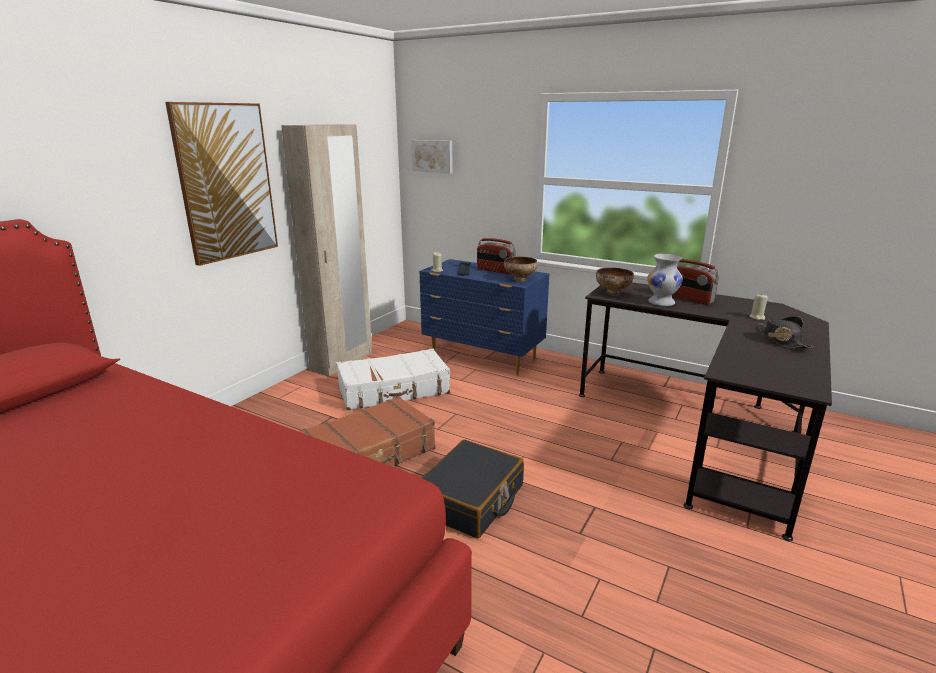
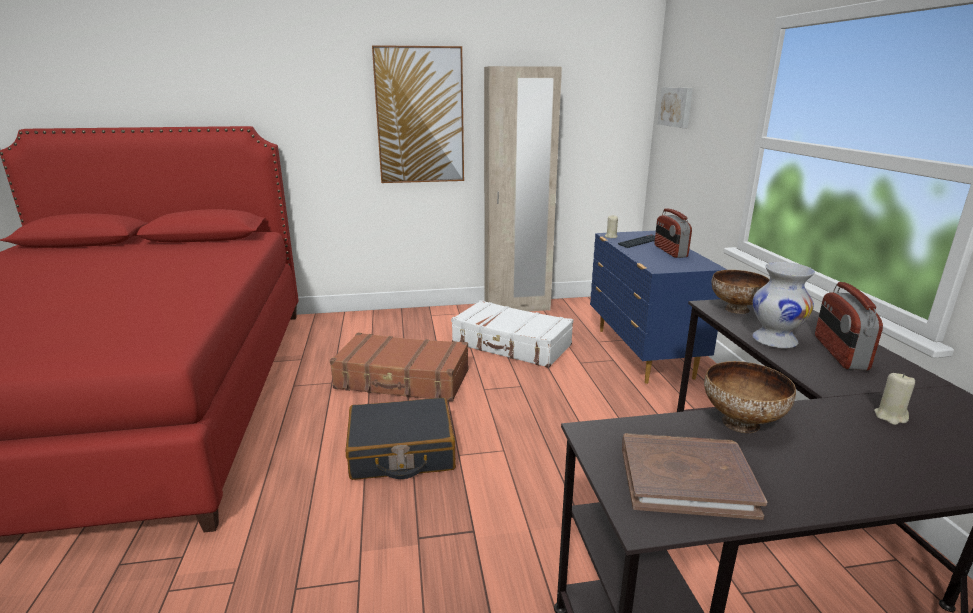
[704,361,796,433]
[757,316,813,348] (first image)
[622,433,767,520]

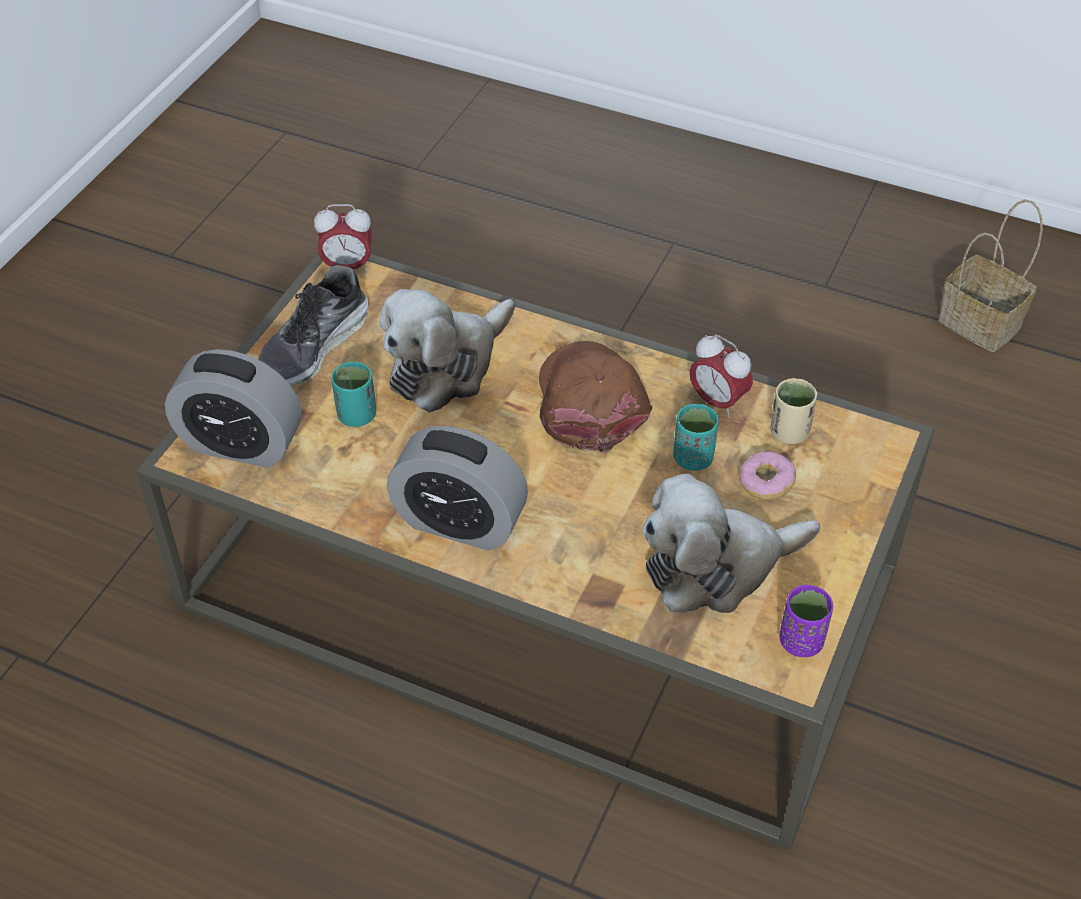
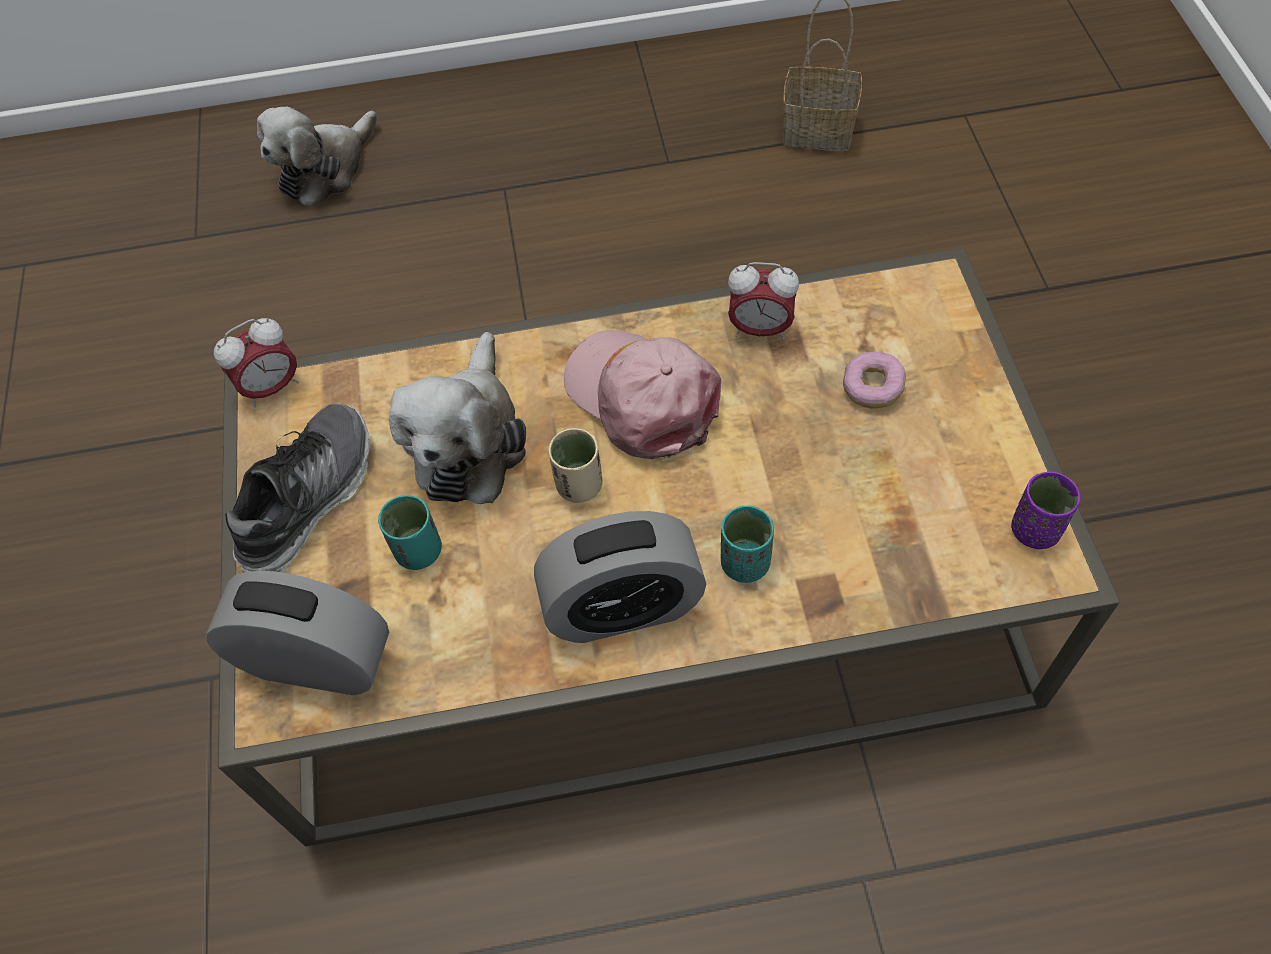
[206,571,389,695]
[225,404,370,572]
[564,330,721,459]
[257,107,377,207]
[721,506,774,583]
[548,428,603,503]

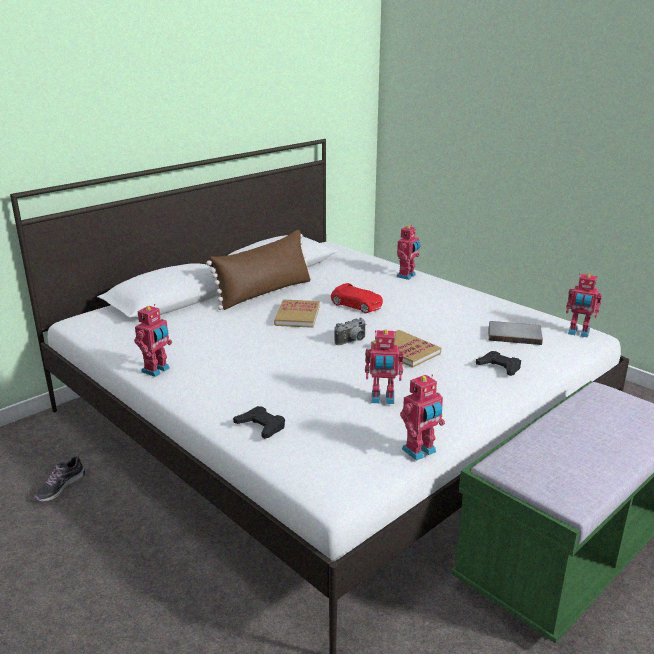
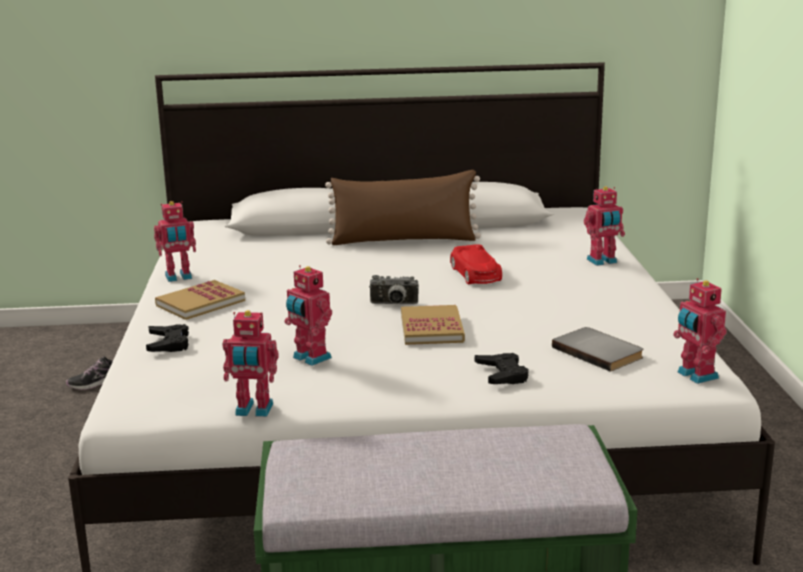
[155,280,245,320]

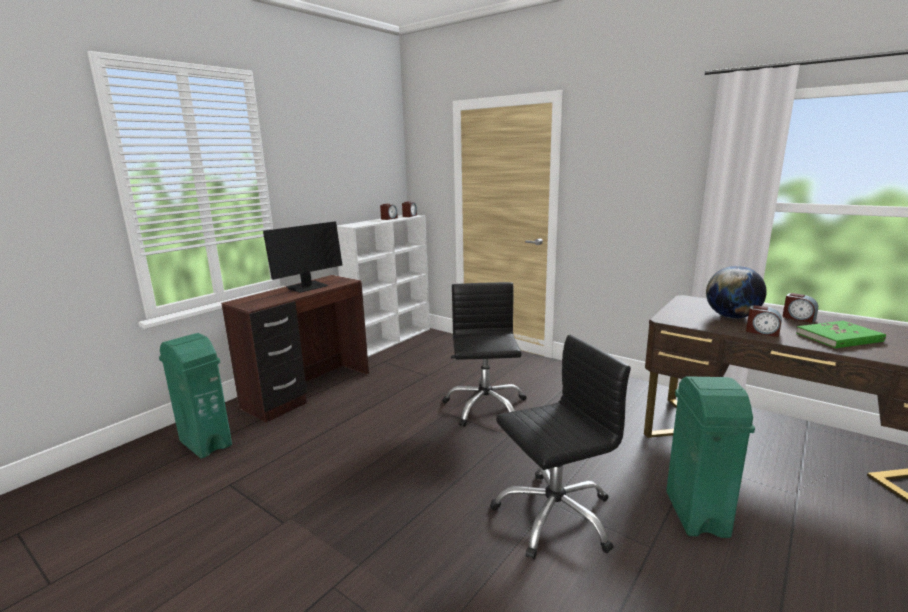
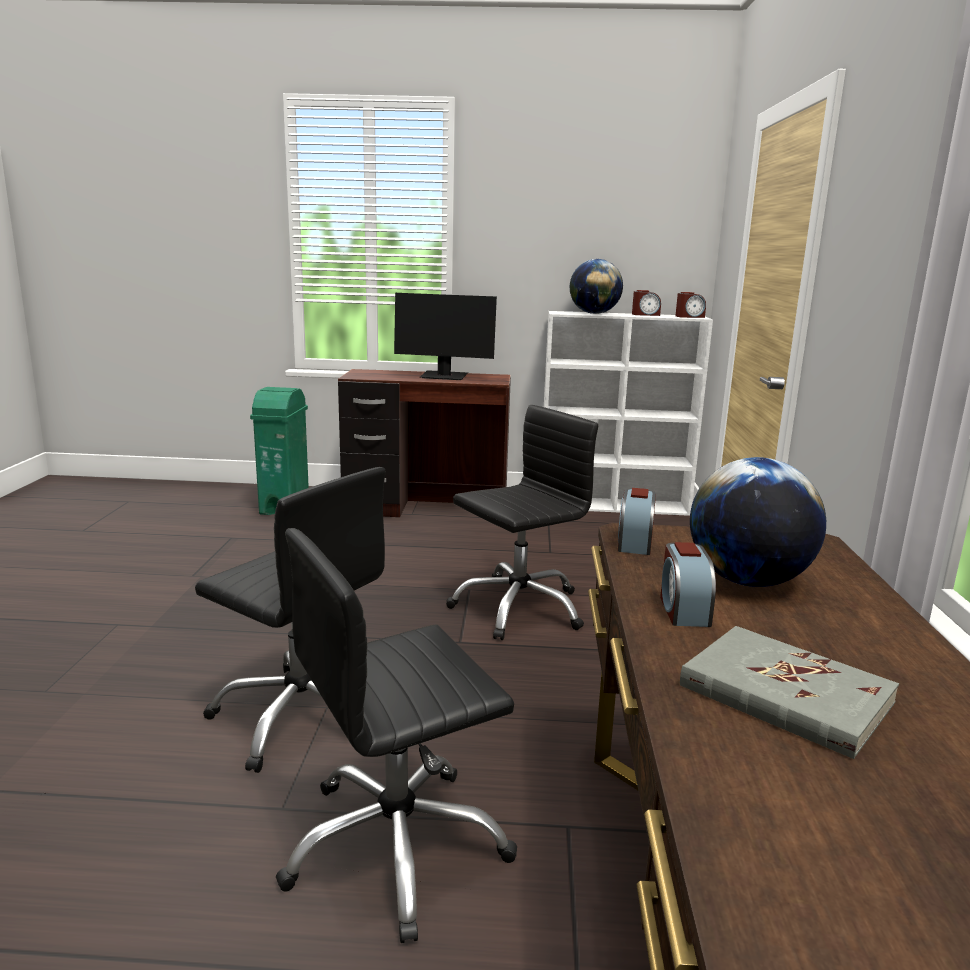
[276,528,517,943]
[618,488,656,555]
[680,626,899,759]
[570,259,623,314]

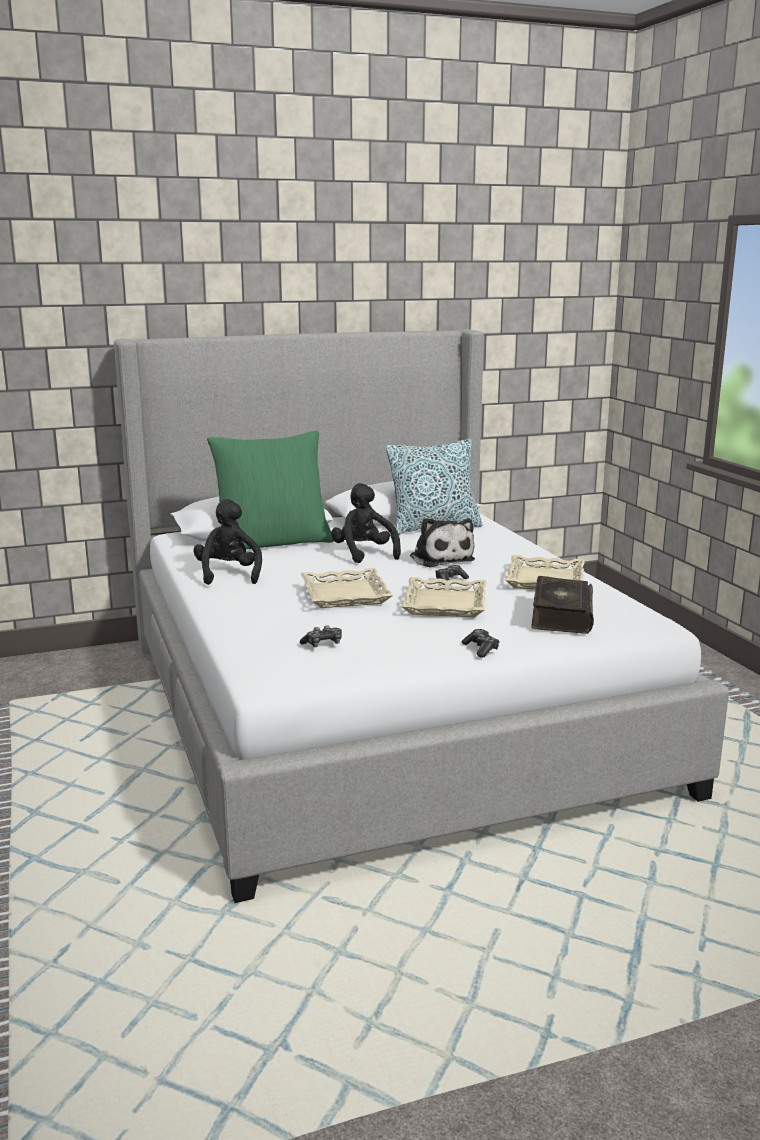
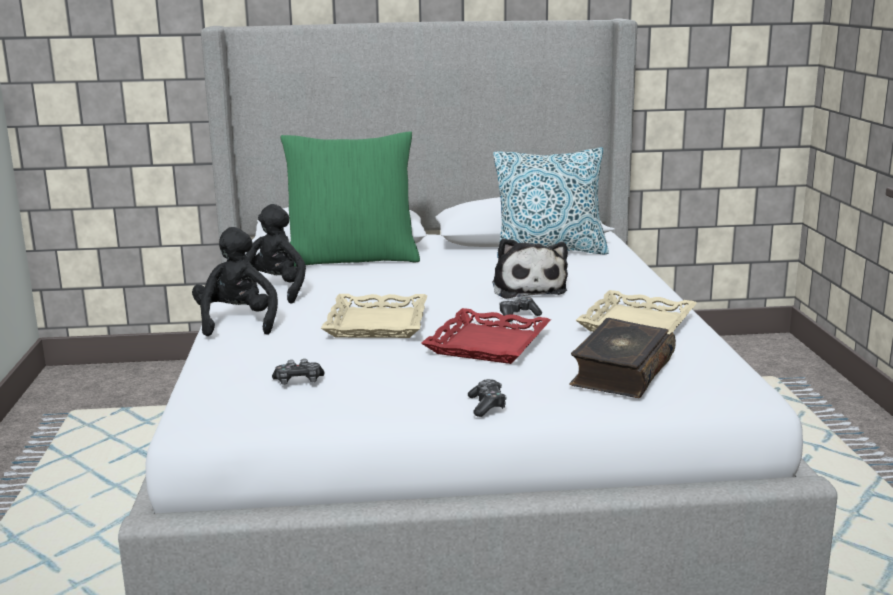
[192,227,278,336]
[421,308,551,364]

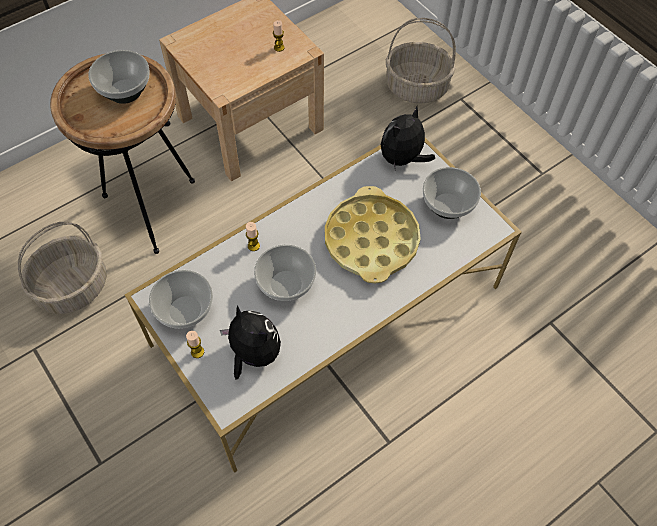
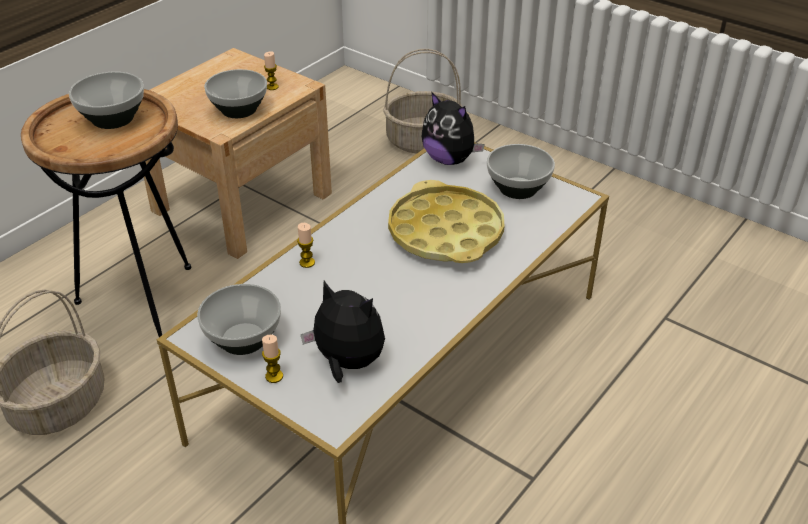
[204,69,267,118]
[422,93,485,165]

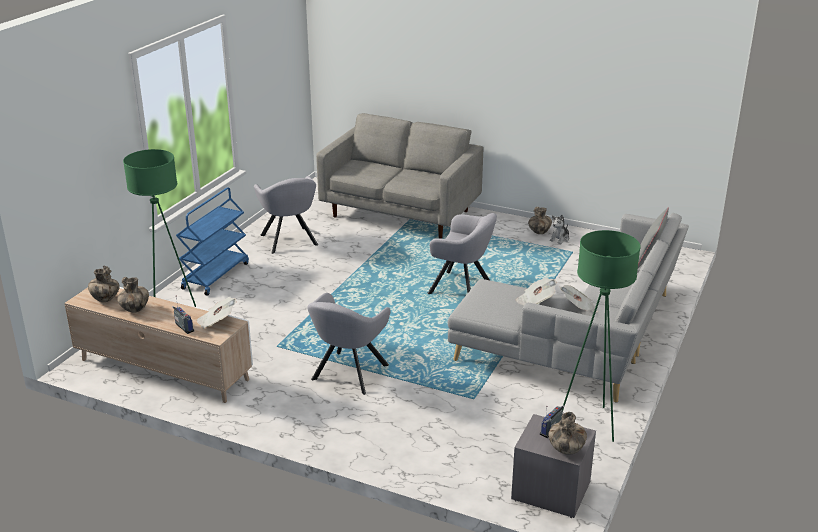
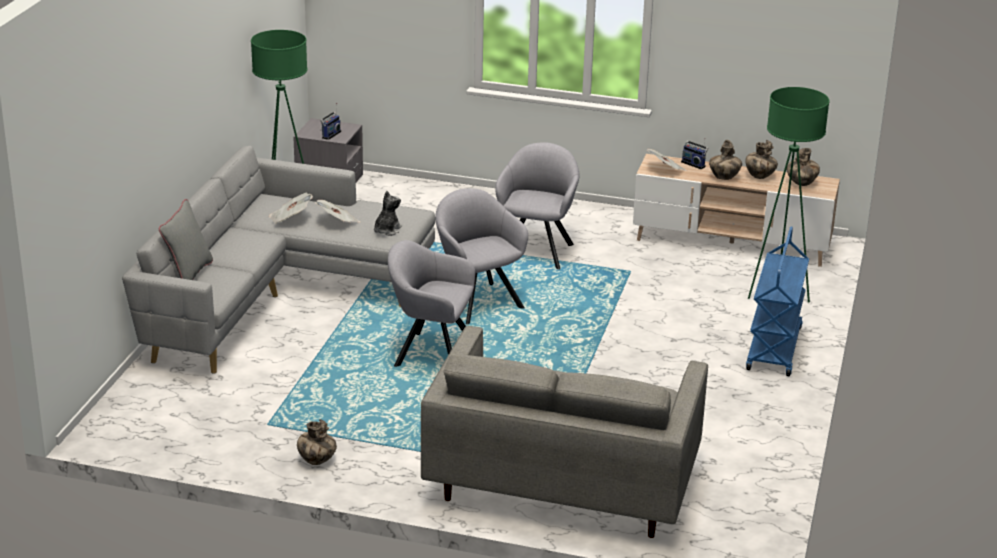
[435,188,528,325]
[709,140,742,180]
[374,191,402,236]

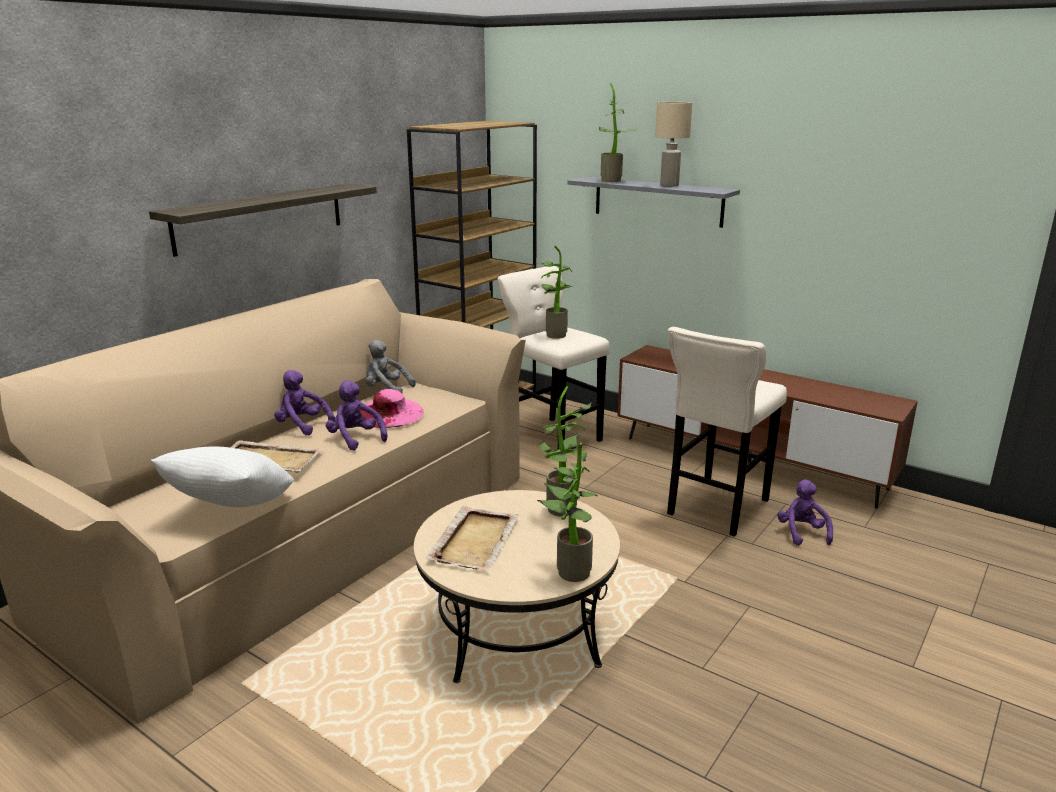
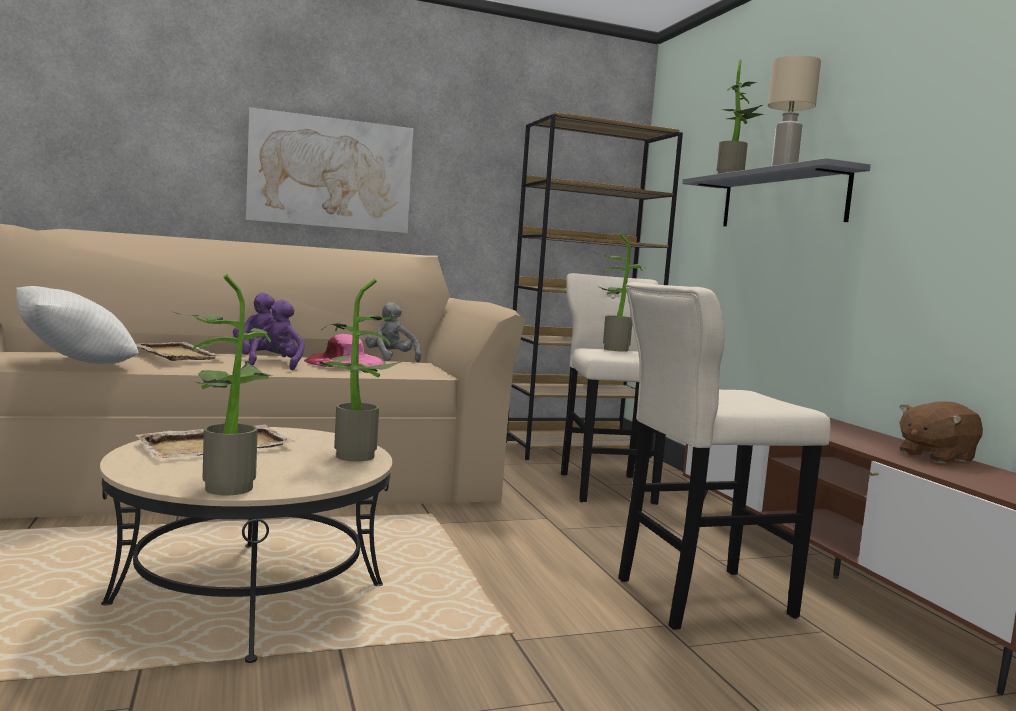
[246,107,414,233]
[777,479,833,546] (first image)
[899,402,983,463]

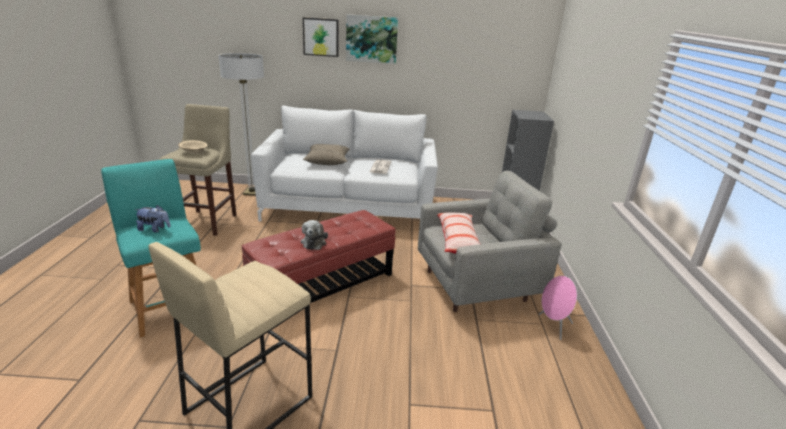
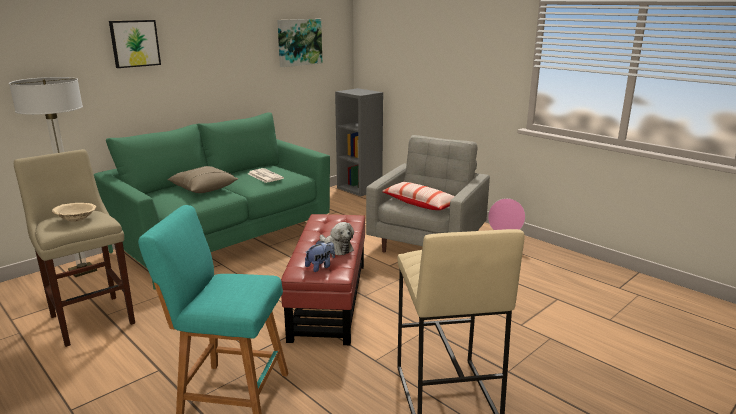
[305,240,335,272]
[94,112,330,290]
[277,19,322,67]

